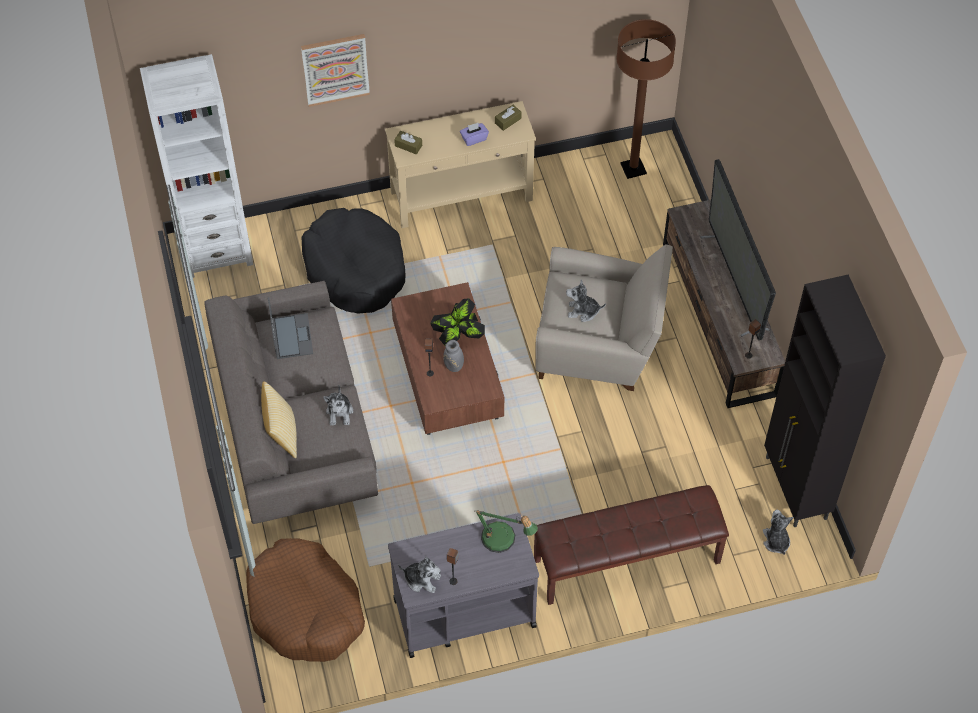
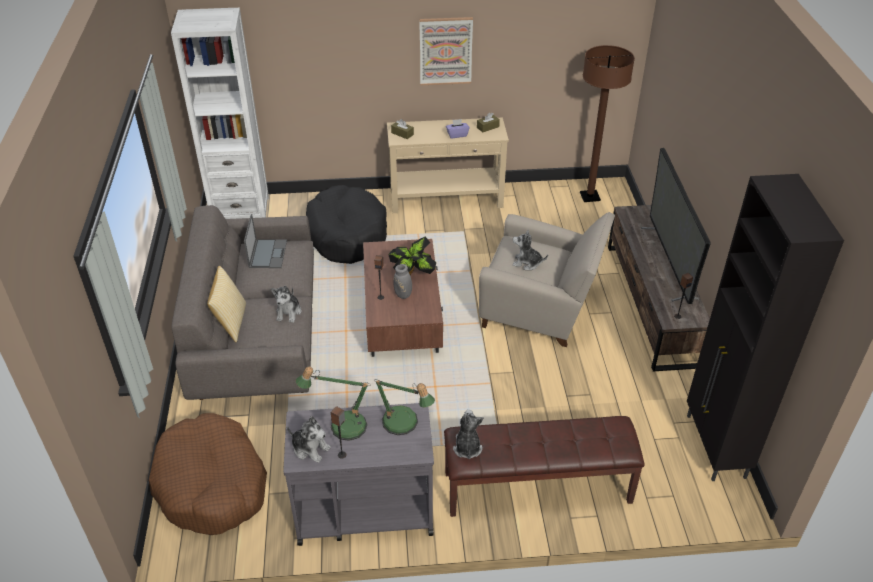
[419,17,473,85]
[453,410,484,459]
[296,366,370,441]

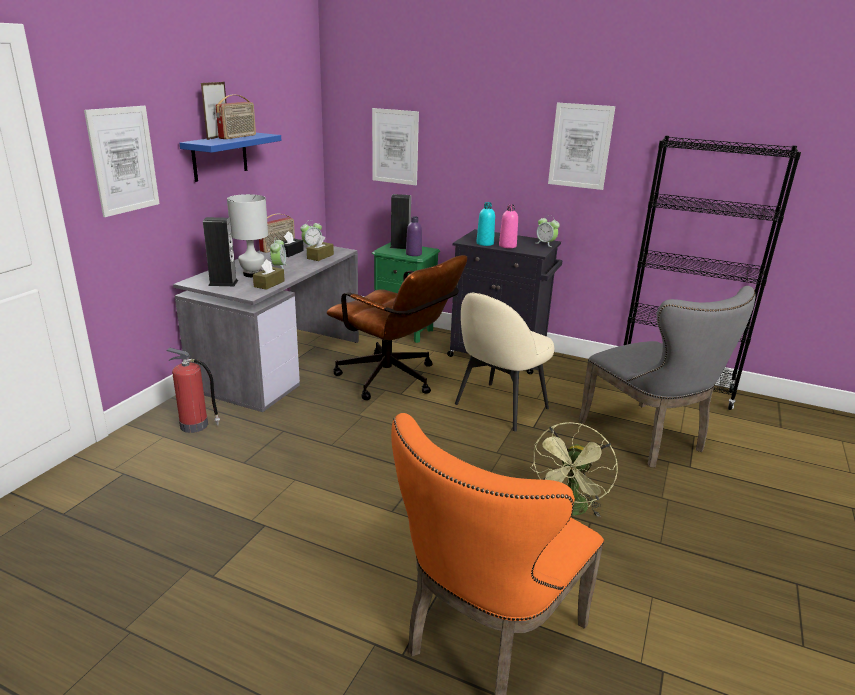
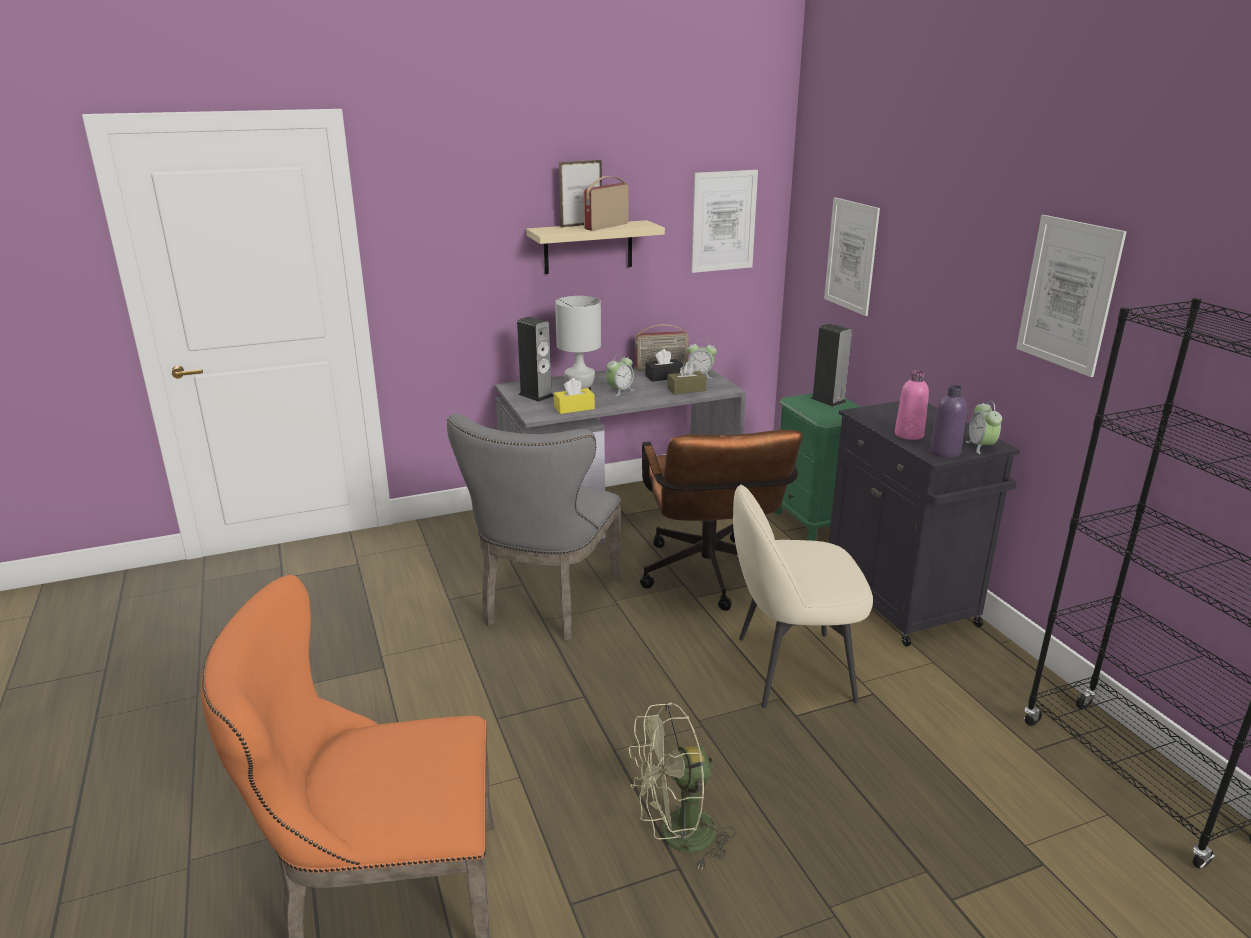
[691,170,758,273]
[166,348,220,433] (first image)
[526,220,665,274]
[583,176,628,231]
[554,378,595,414]
[930,385,967,458]
[476,202,495,246] (first image)
[447,414,621,640]

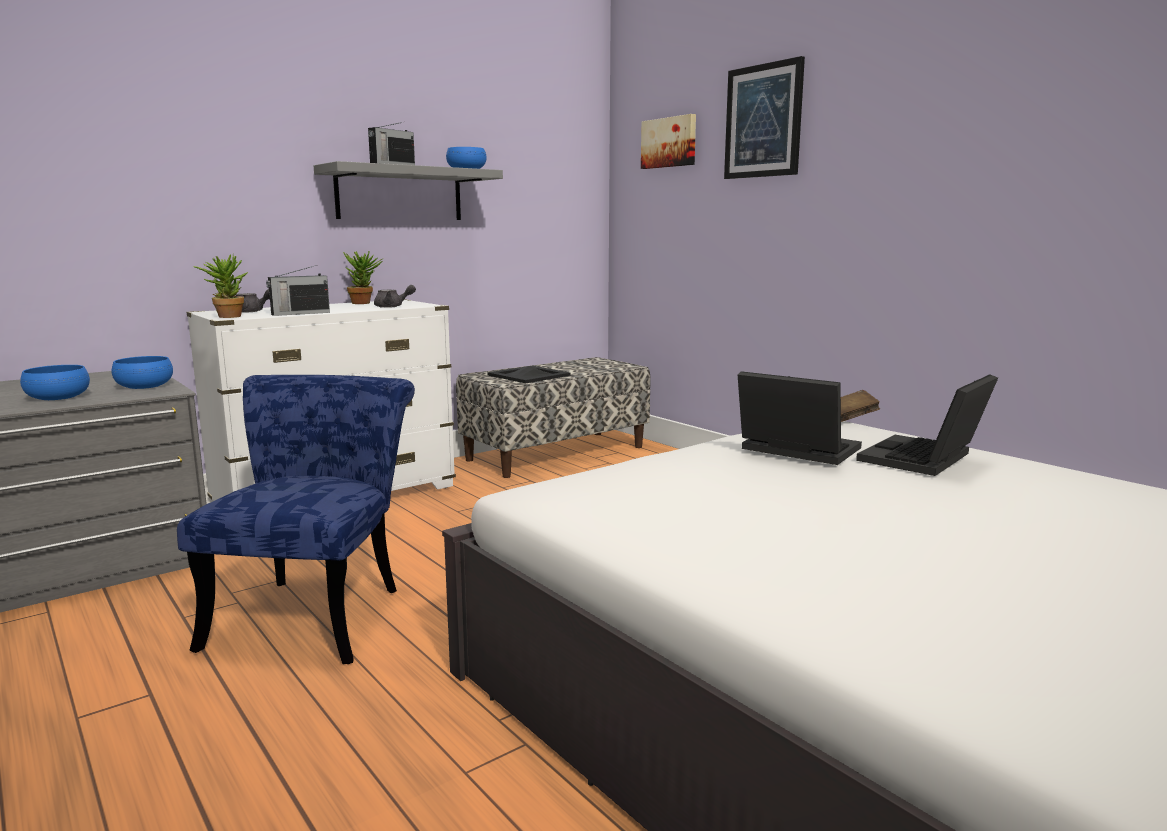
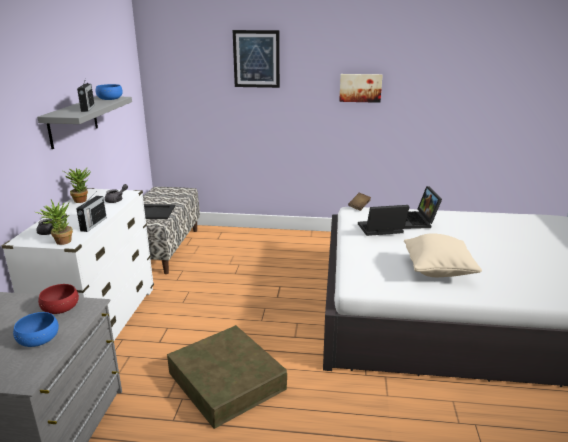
[38,284,79,314]
[167,325,287,429]
[339,74,383,103]
[404,233,482,277]

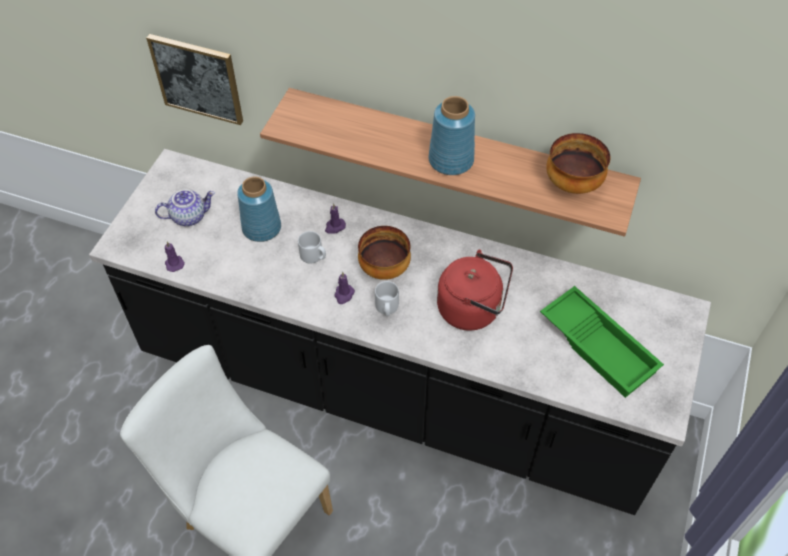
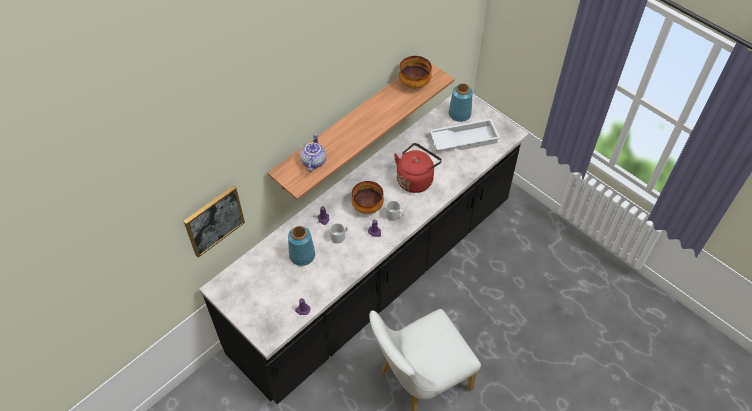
[300,134,326,173]
[449,83,473,122]
[430,119,500,151]

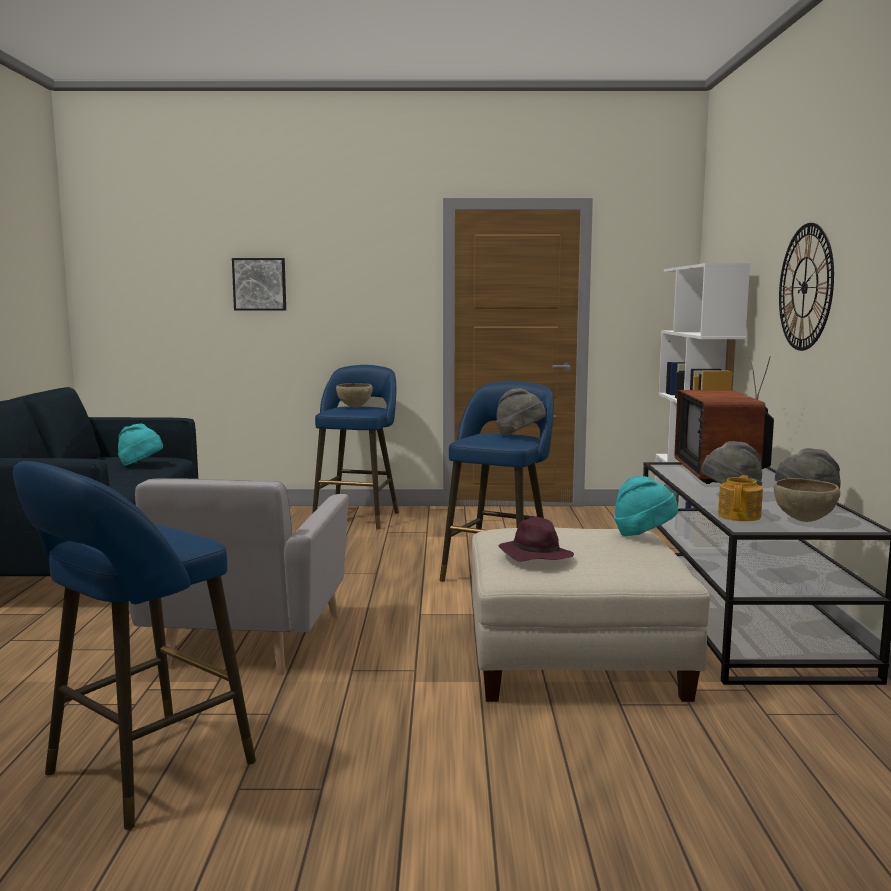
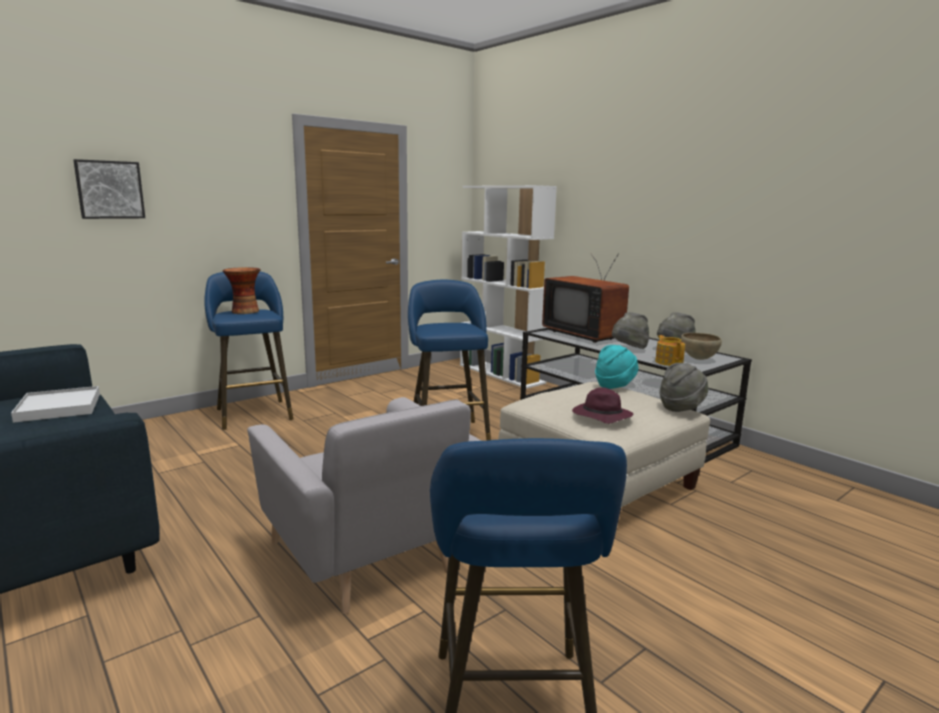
[11,386,100,423]
[222,267,261,314]
[659,363,709,412]
[779,223,834,351] (first image)

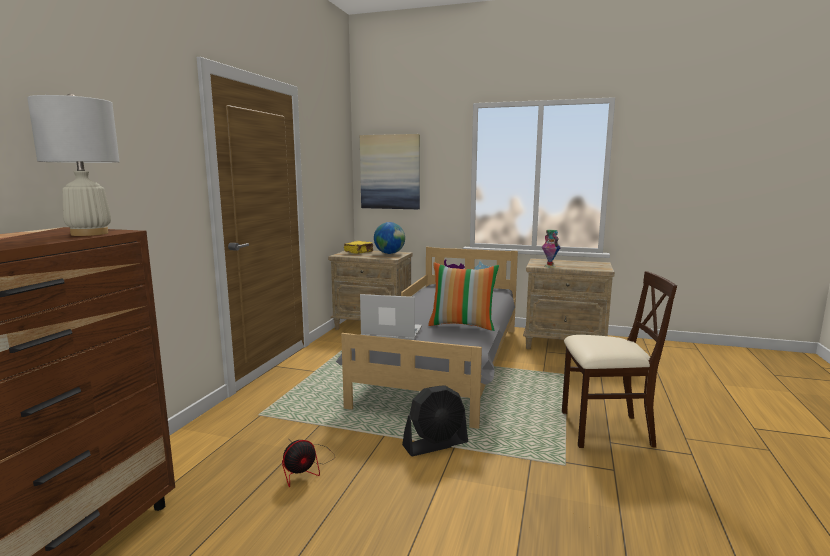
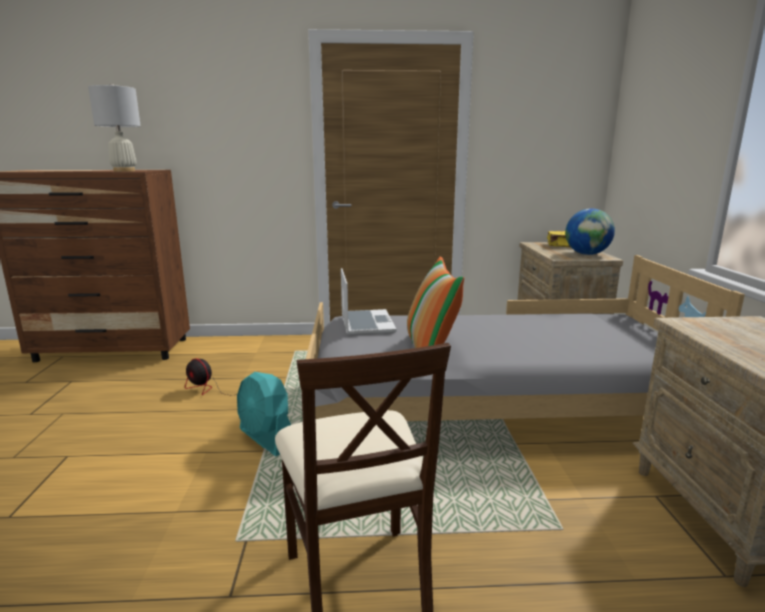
[360,134,420,209] (first image)
[237,372,291,457]
[542,230,561,268] (first image)

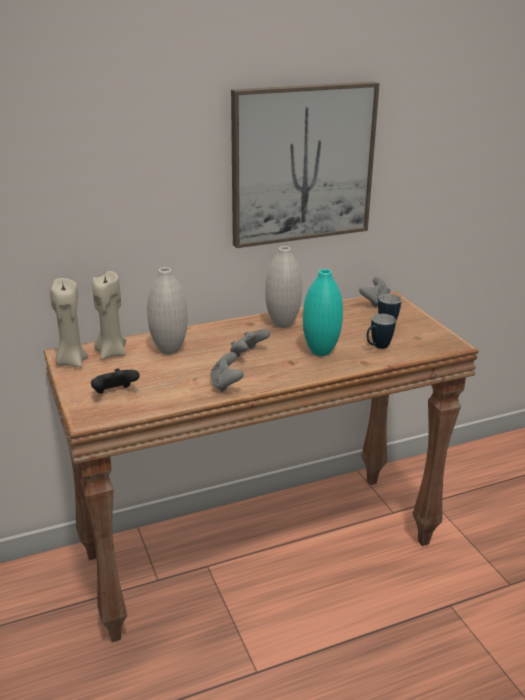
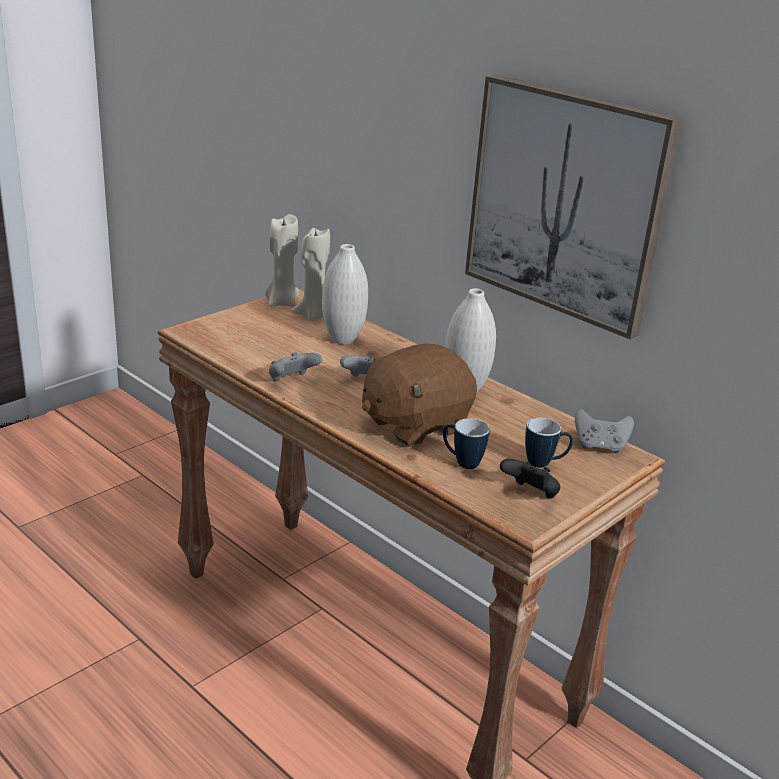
[500,459,560,498]
[362,344,477,447]

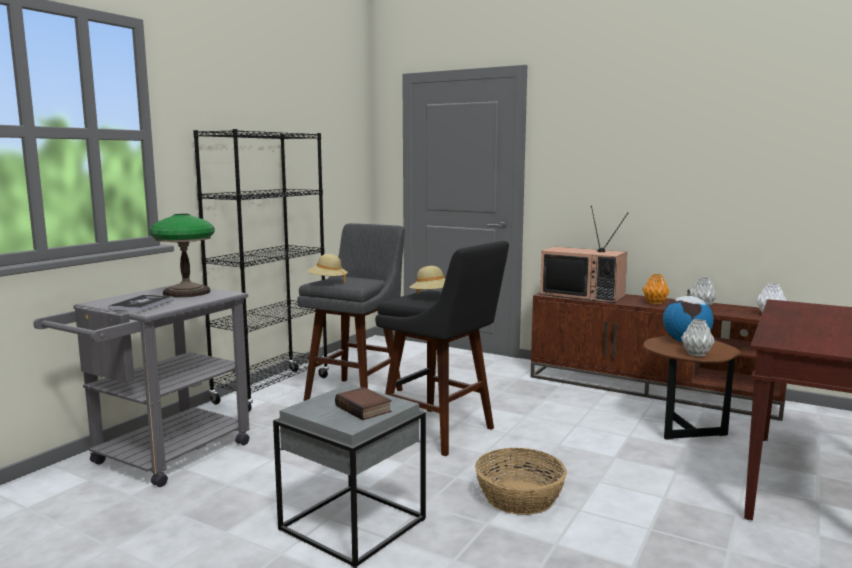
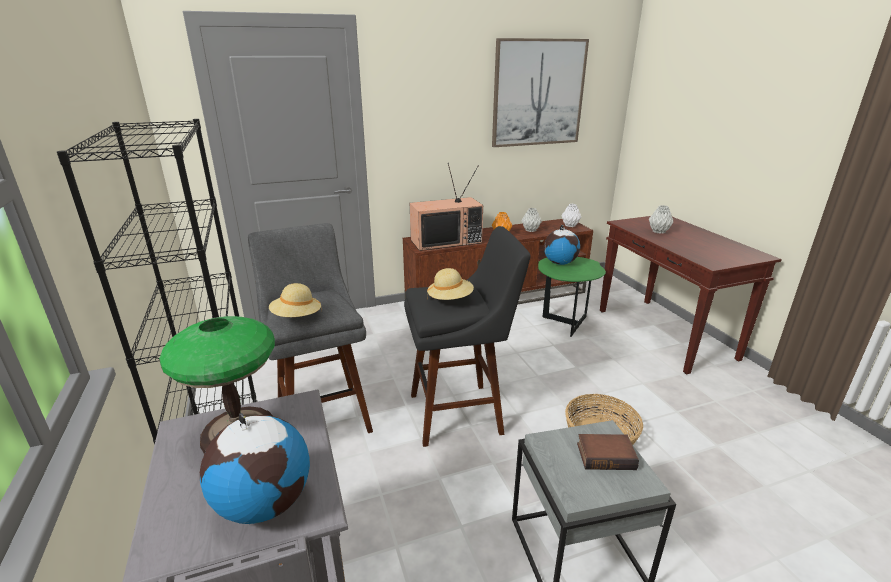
[200,413,310,524]
[538,257,606,337]
[649,205,674,234]
[492,38,589,147]

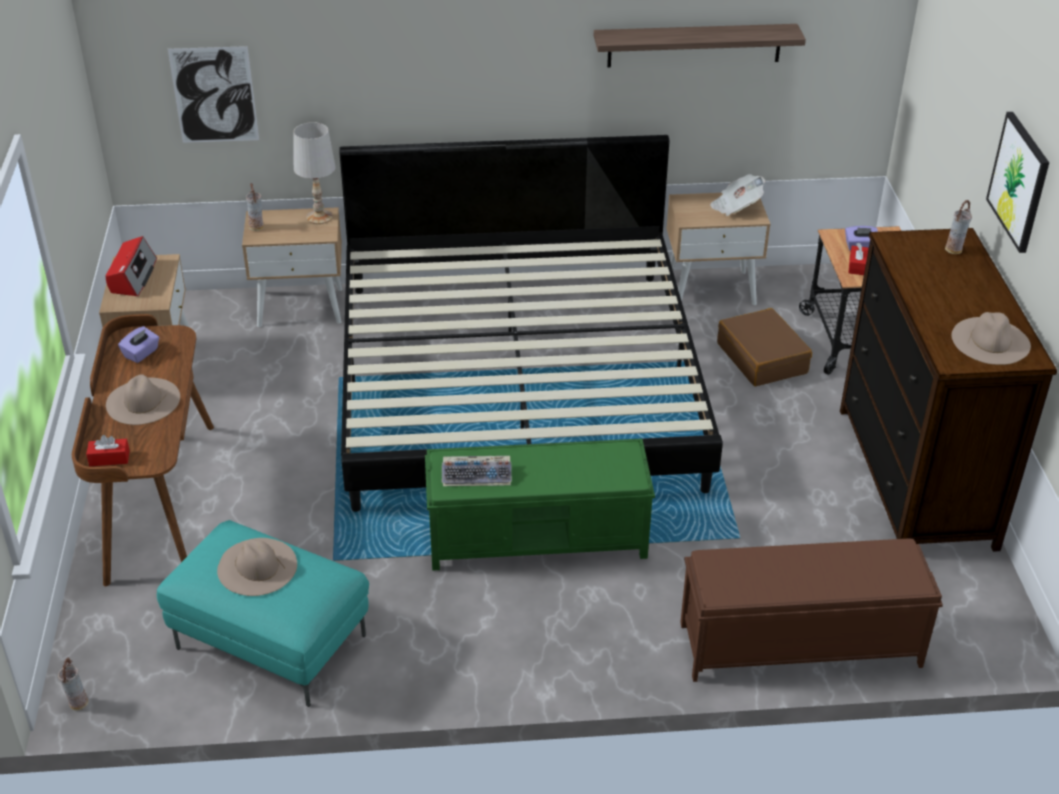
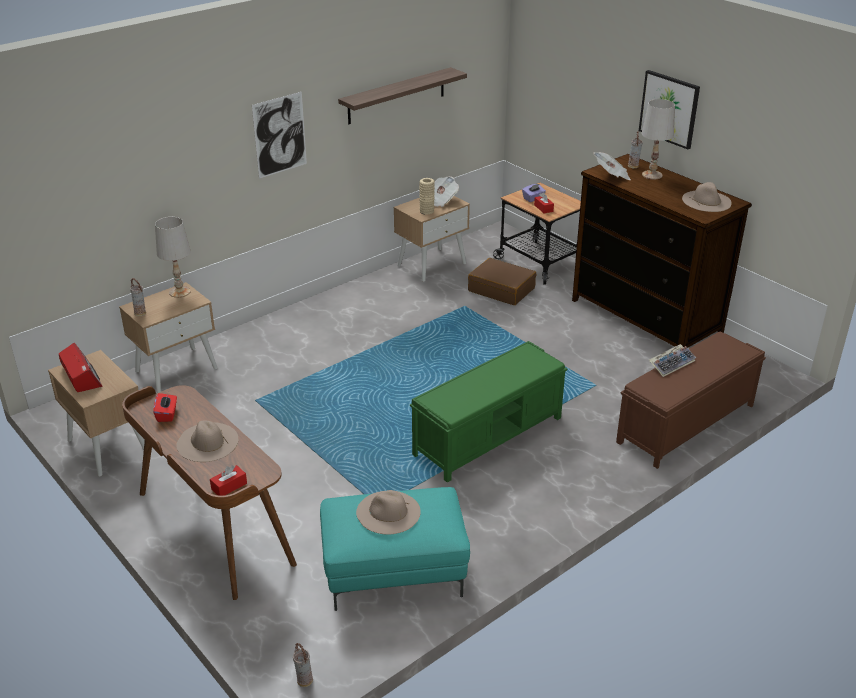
[153,393,177,422]
[252,92,307,179]
[339,135,723,512] (first image)
[649,344,696,377]
[419,178,435,215]
[593,152,630,180]
[641,99,675,180]

